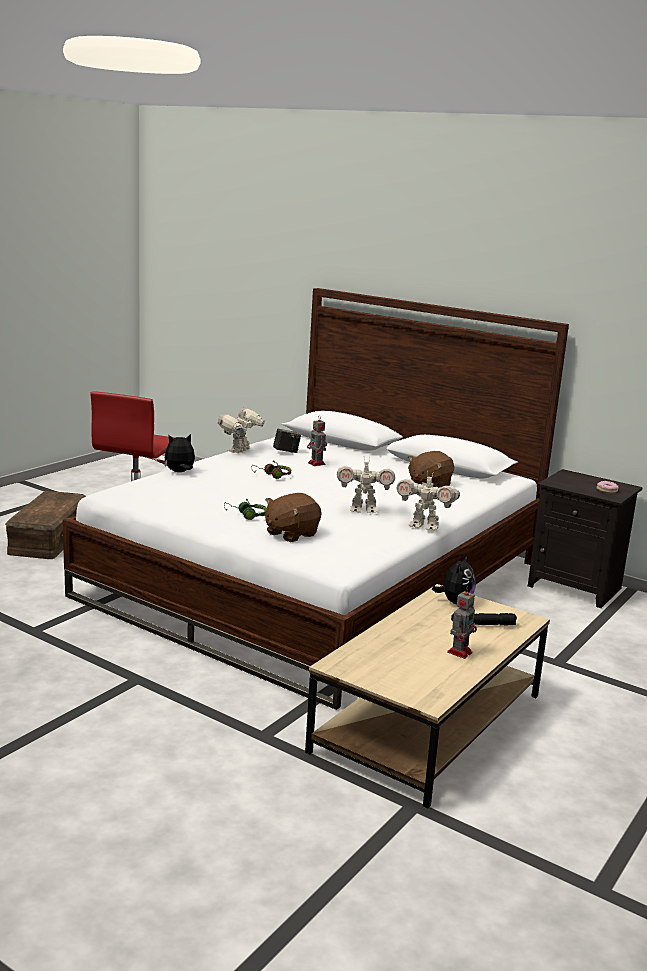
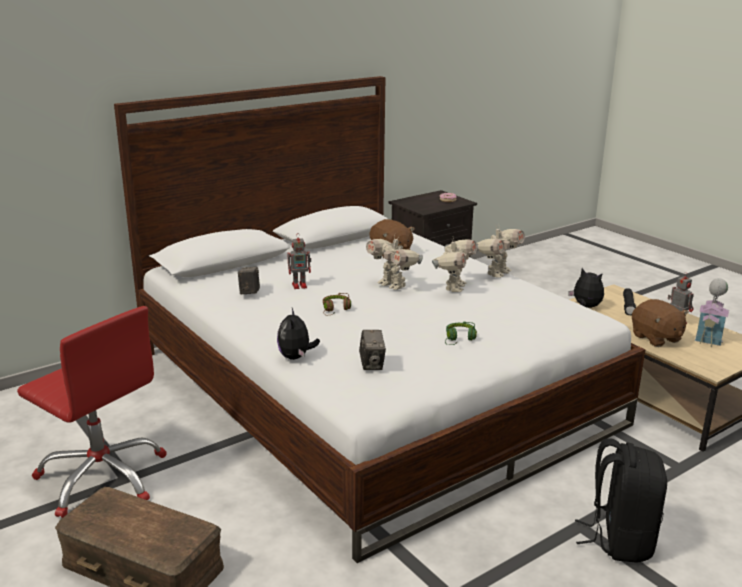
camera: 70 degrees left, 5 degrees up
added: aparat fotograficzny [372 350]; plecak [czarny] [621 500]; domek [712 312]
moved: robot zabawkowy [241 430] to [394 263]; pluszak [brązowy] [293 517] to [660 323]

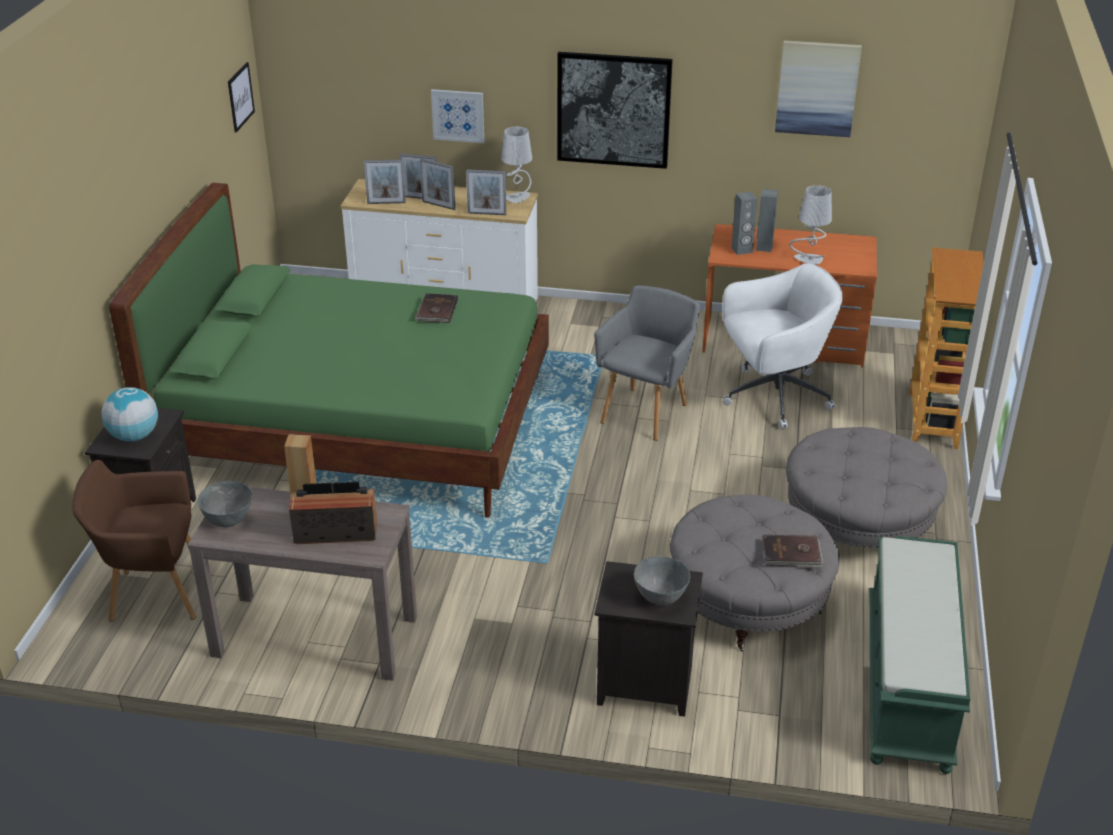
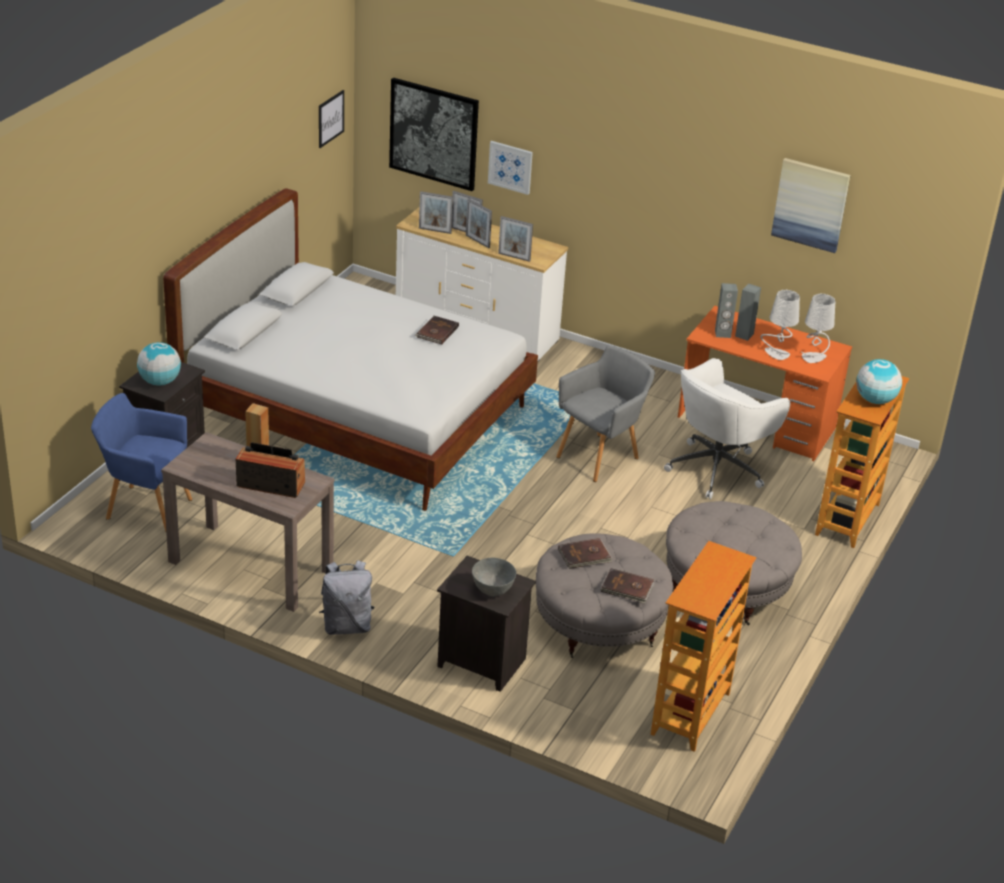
camera: 15 degrees right, 0 degrees up
removed: miska [szary] [225 504]
added: plecak [szary] [346 597]; książka [brązowy] [585 553]; globus [879 381]
moved: lampa stołowa [szary] [516 164] to [818 328]; obraz [615 110] to [434 134]
replaced: ławka [zielony] [919 655] to regał [704 646]
recoloured: fotel [brązowy] [134 540] to fotel [niebieski] [141 462]; łóżko [zielony] [329 350] to łóżko [biały] [350 349]
turned: krzesło biurowe [biały] [782 346] = [727 428] 135 degrees clockwise

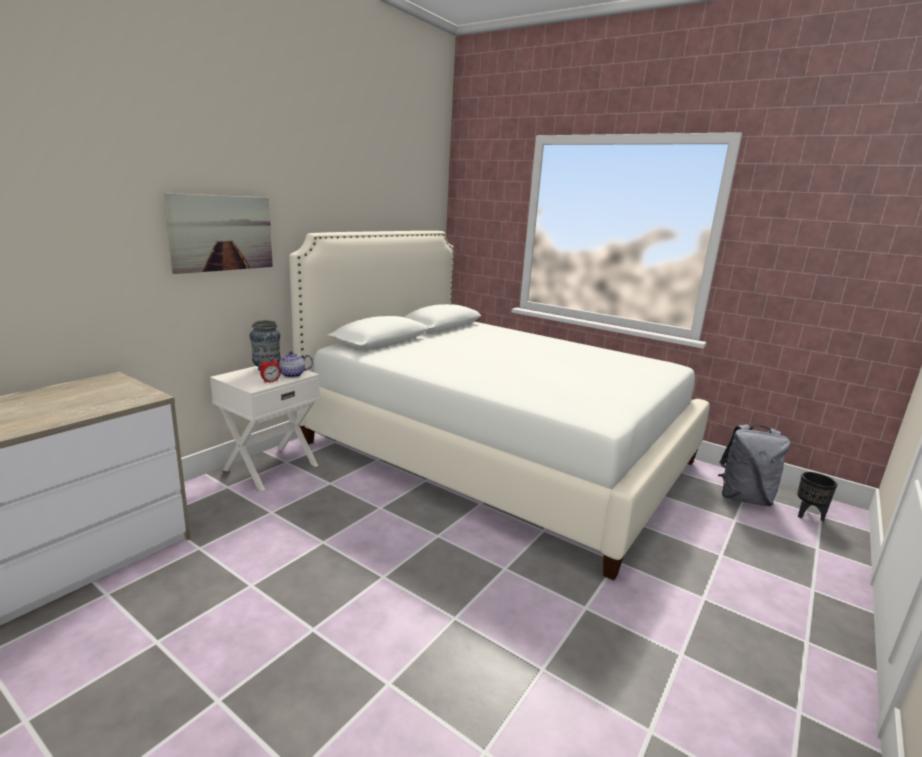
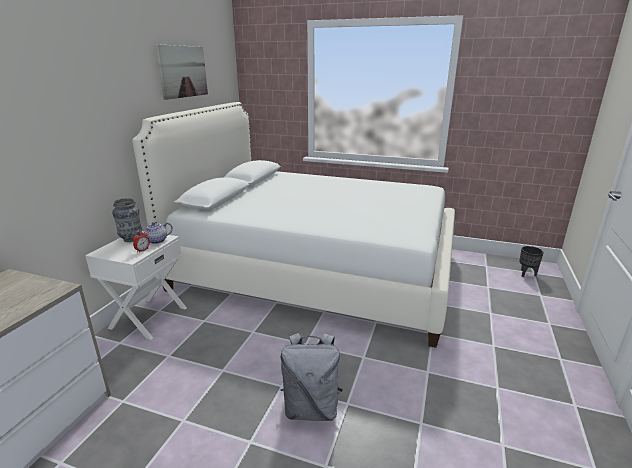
camera: 15 degrees left, 5 degrees up
moved: obraz [218 233] to [182 72]; plecak [szary] [754 465] to [312 377]

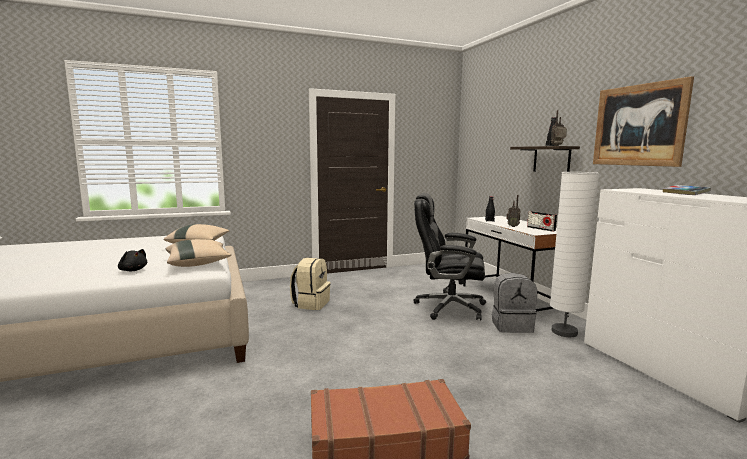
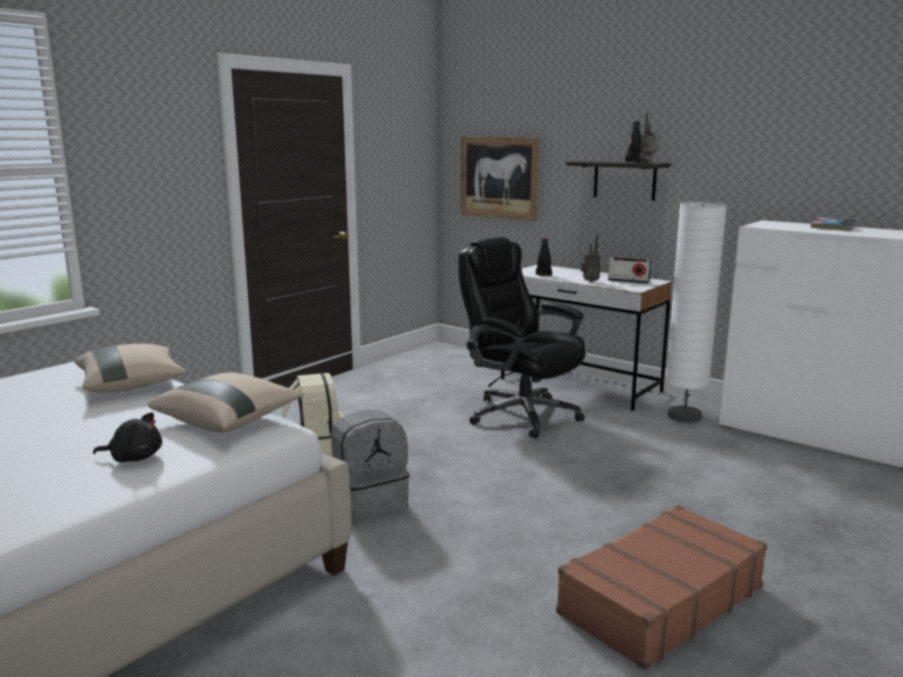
camera: 30 degrees left, 5 degrees up
moved: plecak [szary] [514 303] to [370 466]; obraz [643 121] to [500 178]
turned: krzesło biurowe [czarny] [450 256] = [522 338] 60 degrees clockwise

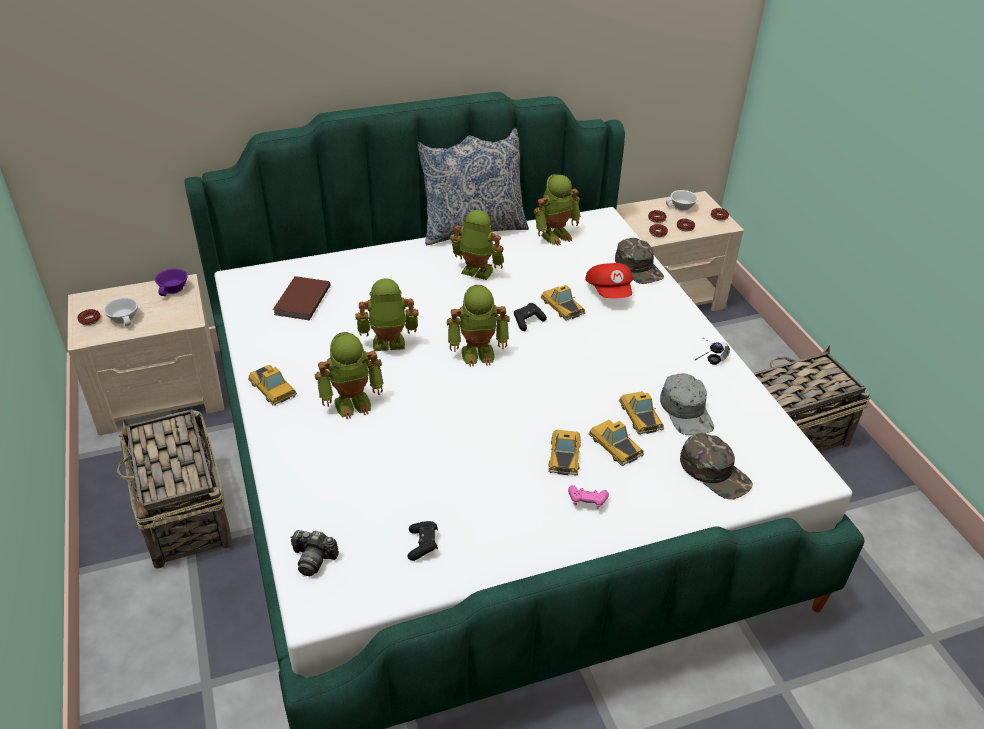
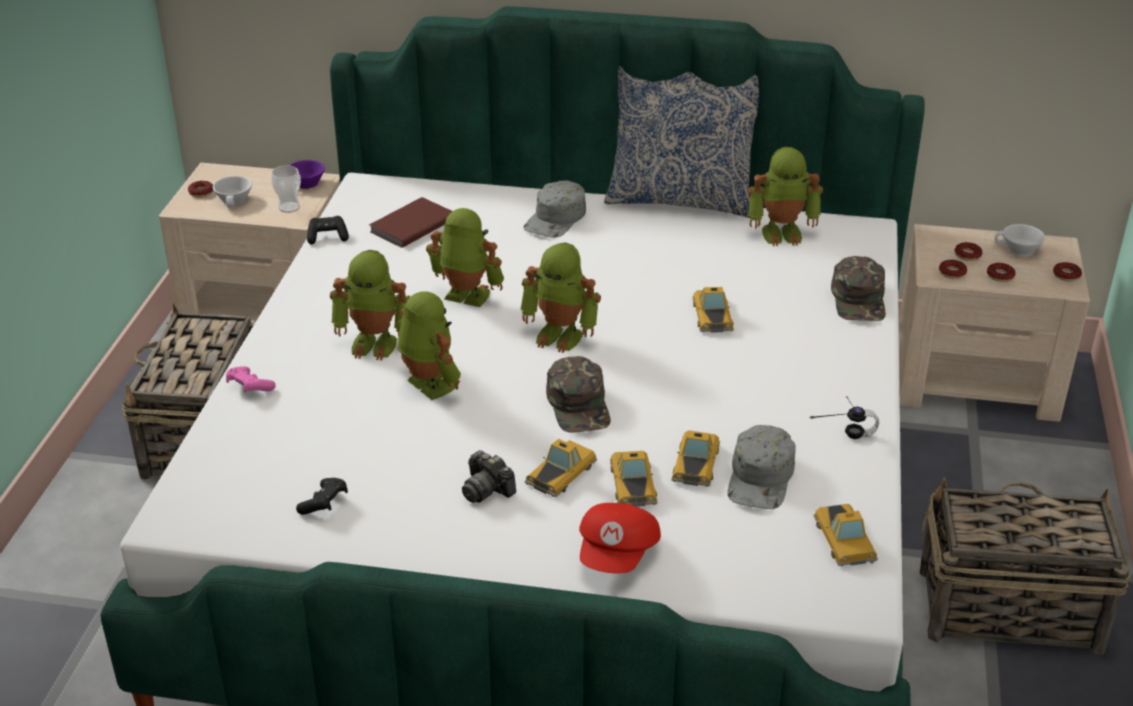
camera: 30 degrees right, 5 degrees down
added: filiżanka [286 189]; czapka z daszkiem [szary] [554 209]
moved: samochodzik [272 385] to [845 535]; aparat fotograficzny [314 553] to [489 476]; robot zabawkowy [477 245] to [429 345]; pad do gier [czarny] [530 317] to [328 230]; pad do gier [różowy] [588 497] to [251 379]; czapka z daszkiem [czerwony] [609 280] to [620 538]; czapka z daszkiem [zielony] [716 466] to [578 394]

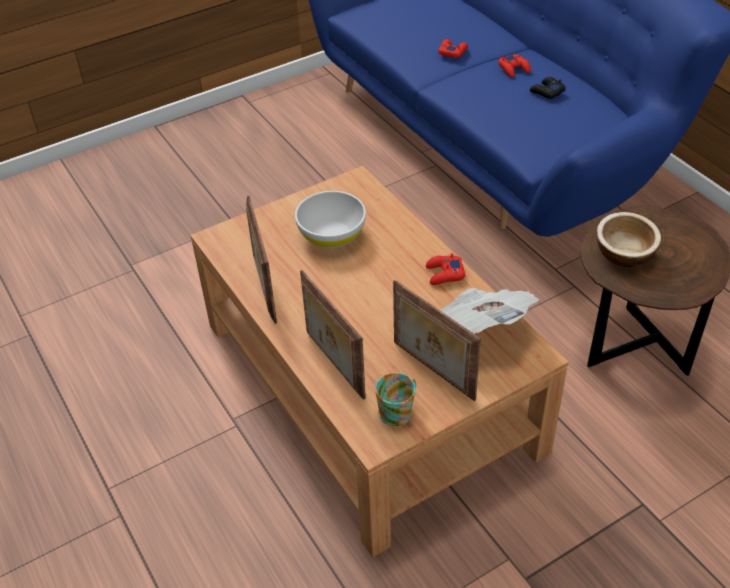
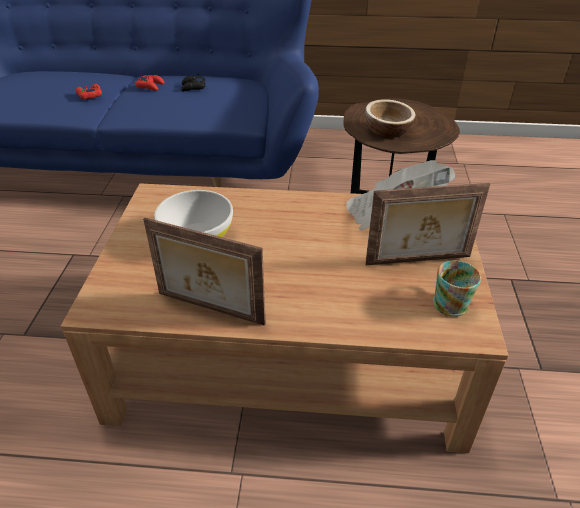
camera: 55 degrees left, 5 degrees down
removed: ramka na zdjęcie [333 335]; pad do gier [czerwony] [446 269]

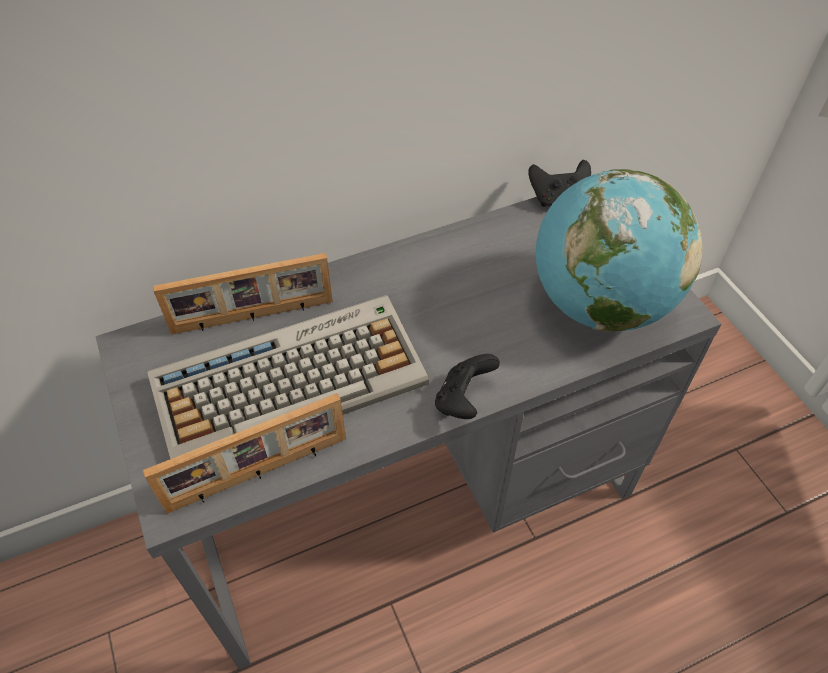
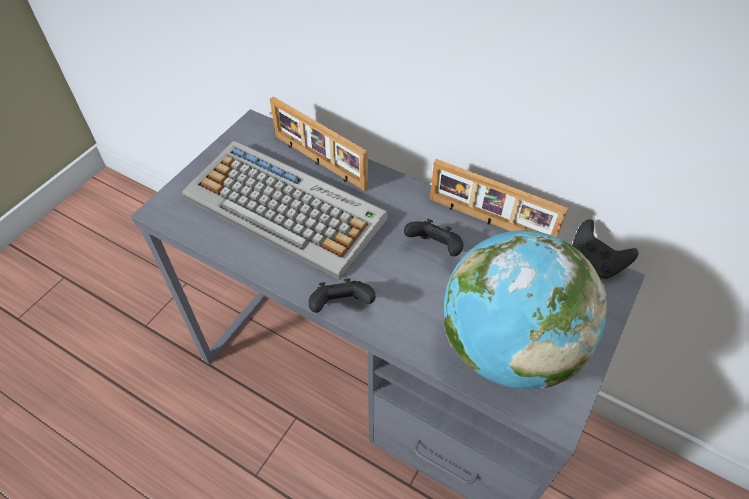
camera: 55 degrees right, 0 degrees up
added: pad do gier [czarny] [434 237]
moved: ramka na zdjęcie [244 453] to [499 198]

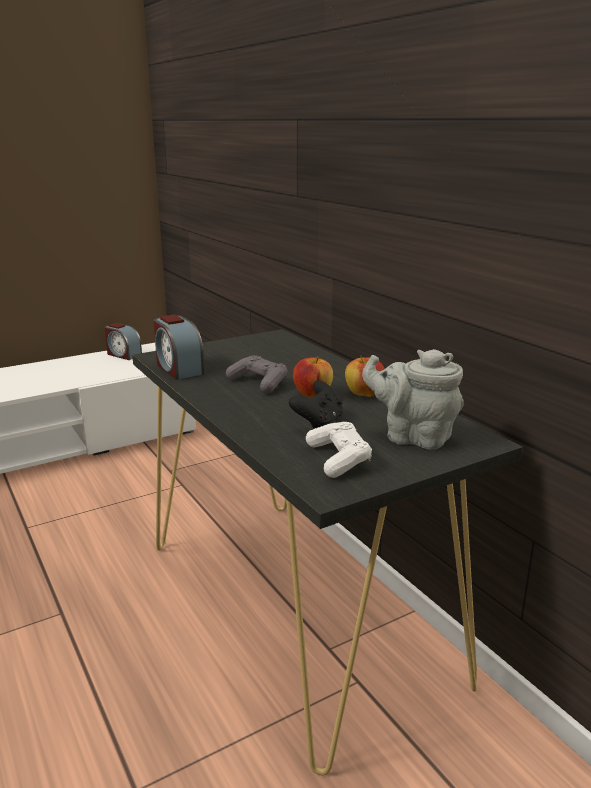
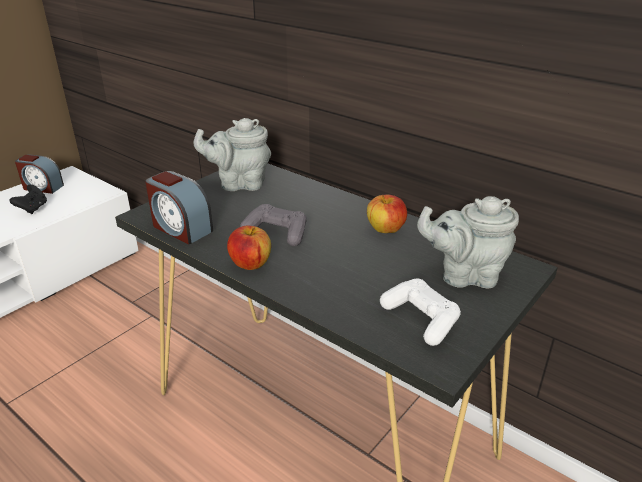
camera: 20 degrees left, 10 degrees up
added: imbryk [szary] [232 154]
moved: pad do gier [czarny] [316 404] to [28 199]; jabłko [313 377] to [249 248]

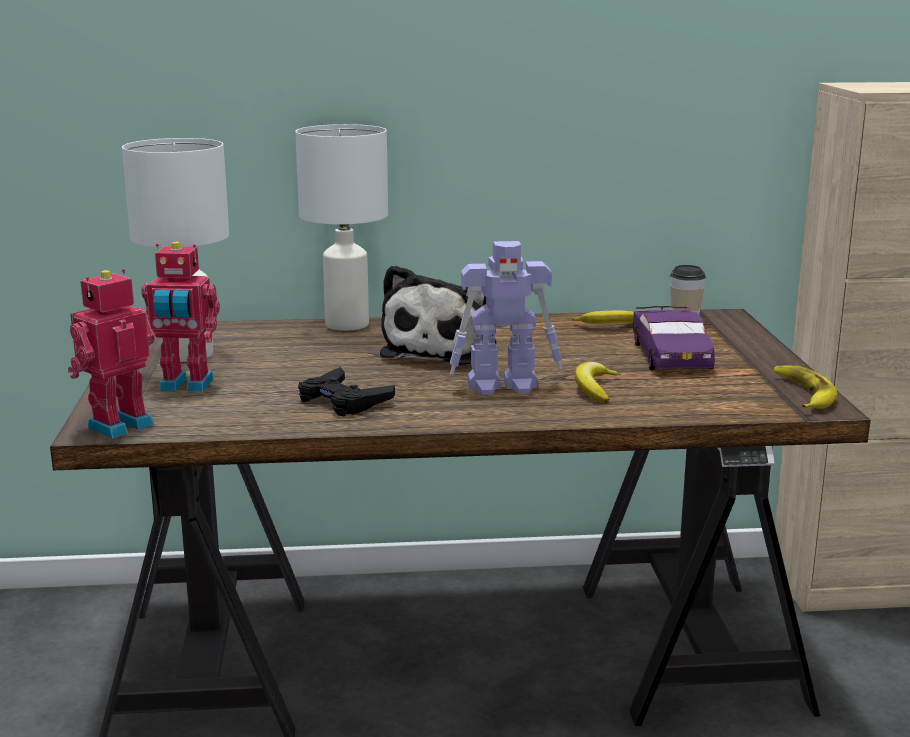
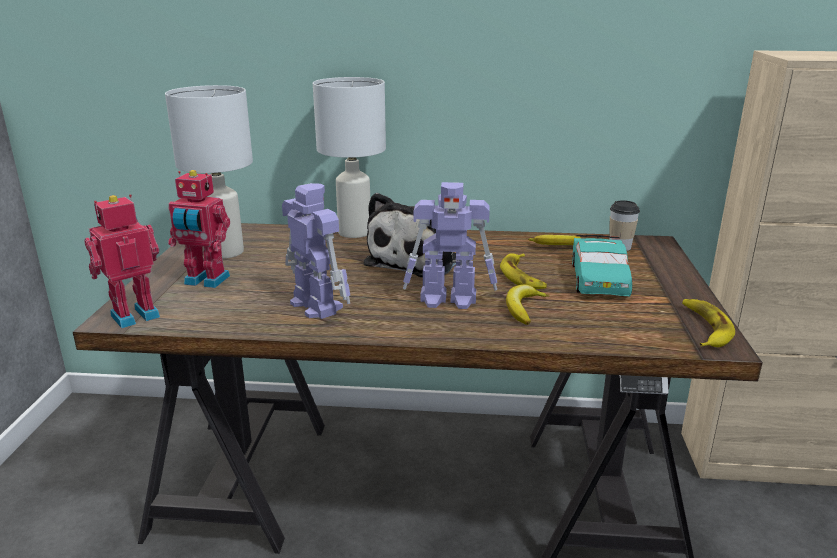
camera: 10 degrees right, 5 degrees up
added: banan [523 271]
replaced: pad do gier [czarny] [346 391] to robot zabawkowy [316 251]
recoloured: samochodzik [fioletowy] [674 338] to samochodzik [turkusowy] [602 265]

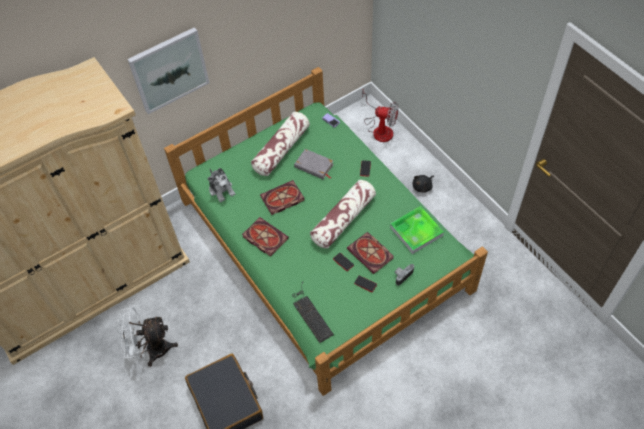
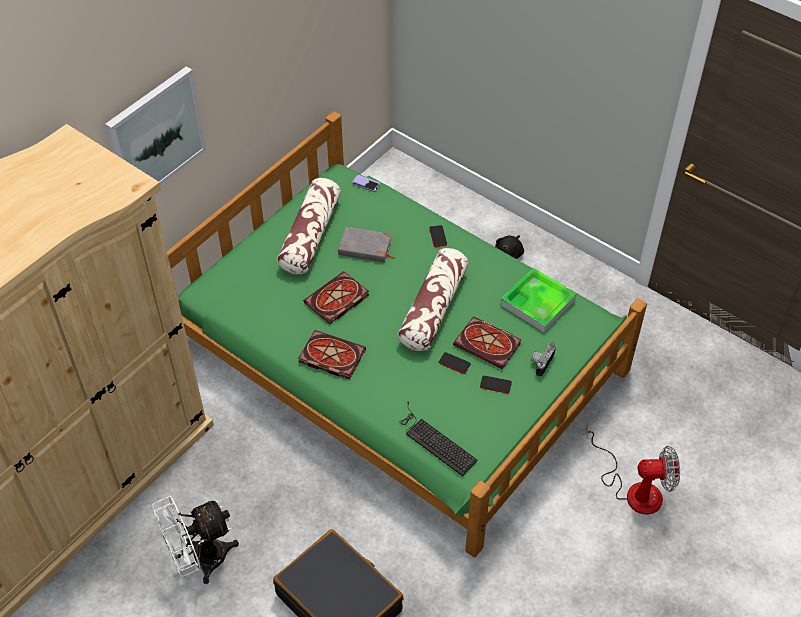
camera: 20 degrees left, 5 degrees down
removed: pluszak [221 185]
moved: wentylator [380 116] to [633 469]

